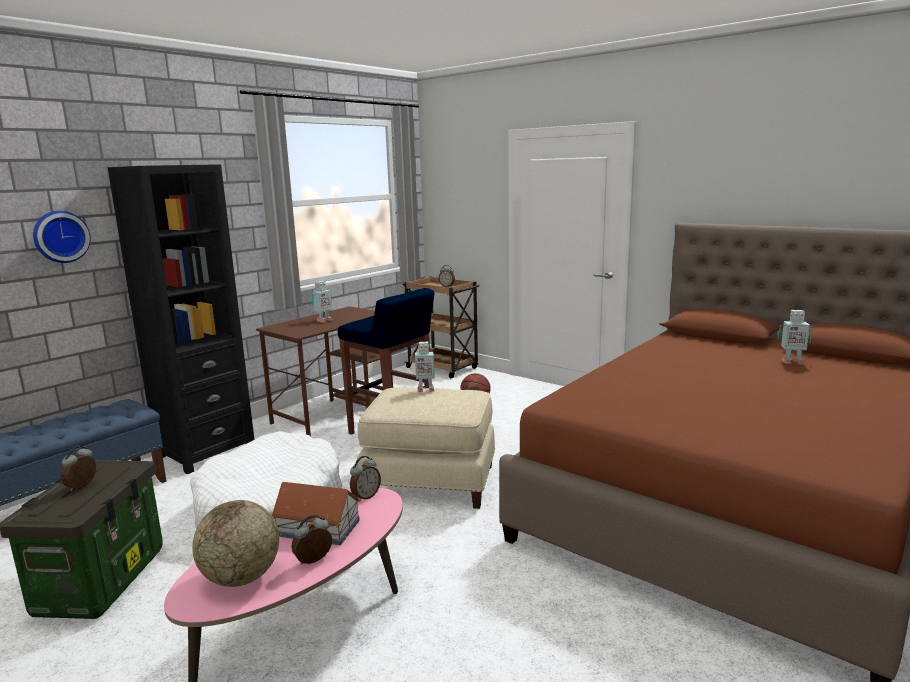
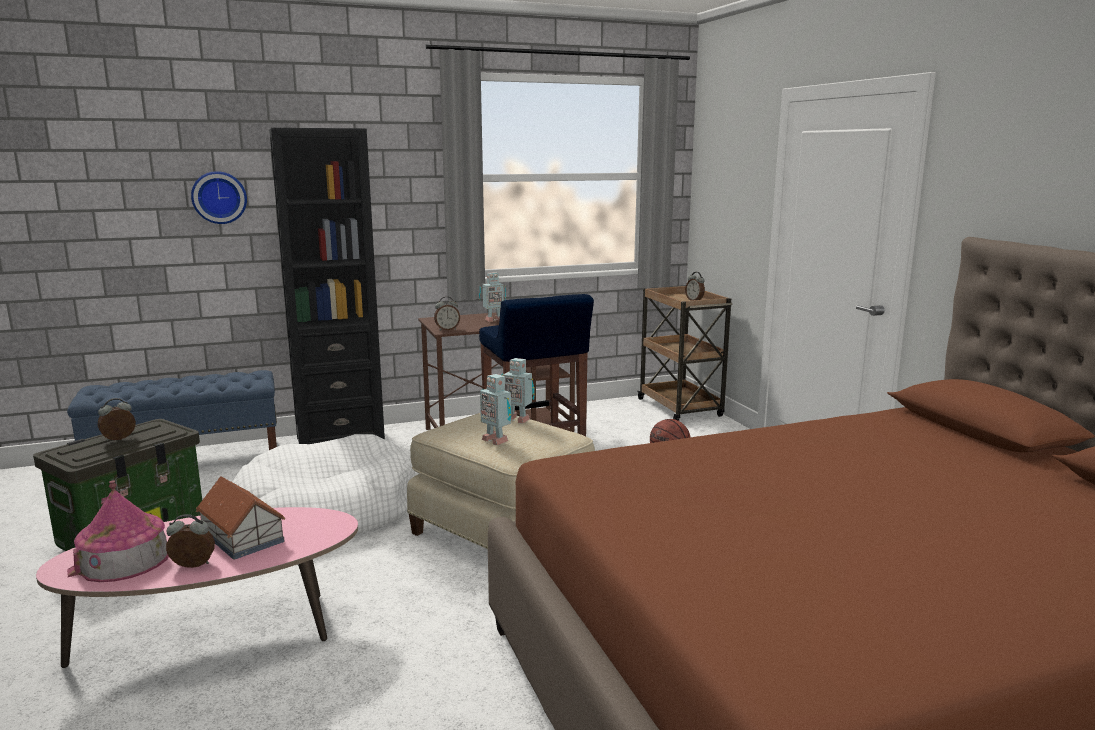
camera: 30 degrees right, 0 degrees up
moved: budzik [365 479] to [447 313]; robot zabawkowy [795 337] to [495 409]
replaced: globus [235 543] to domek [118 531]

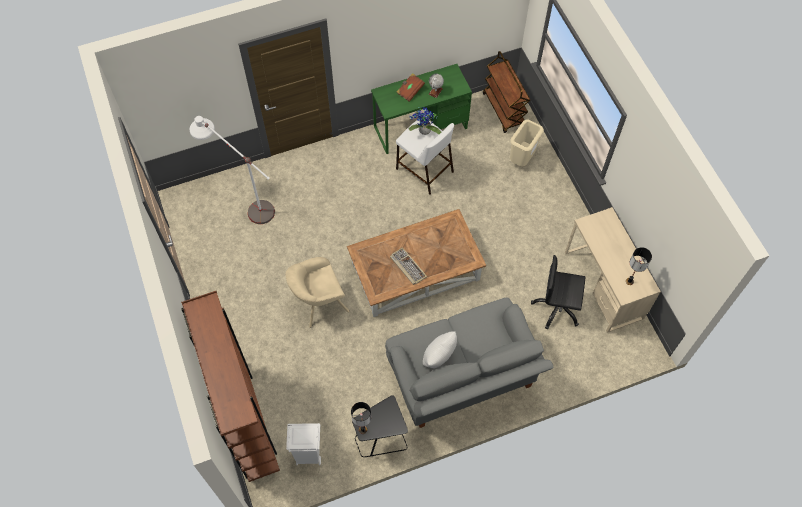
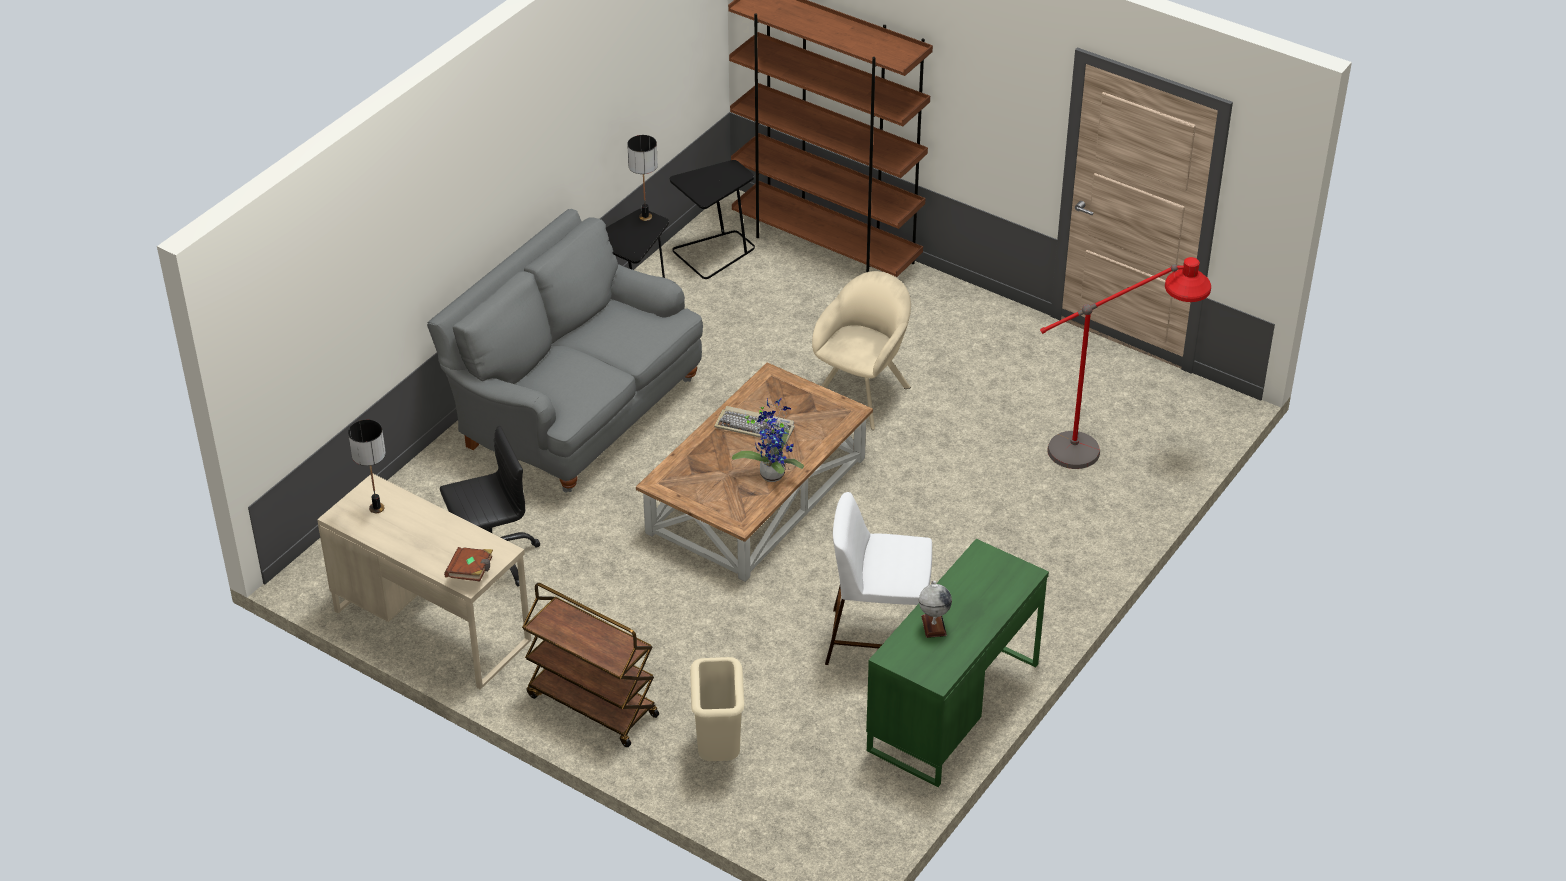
camera: 145 degrees right, 20 degrees down
removed: poduszka [biały] [440 349]
moved: książka [brązowy] [411 87] to [468 564]; roślina doniczkowa [425 121] to [768 440]; wózek [brązowy] [506 92] to [590 665]
replaced: kosz na śmieci [biały] [303 444] to stolik [czarny] [712 219]
recoloured: lampa stojąca [biały] [232 170] to lampa stojąca [czerwony] [1125 363]

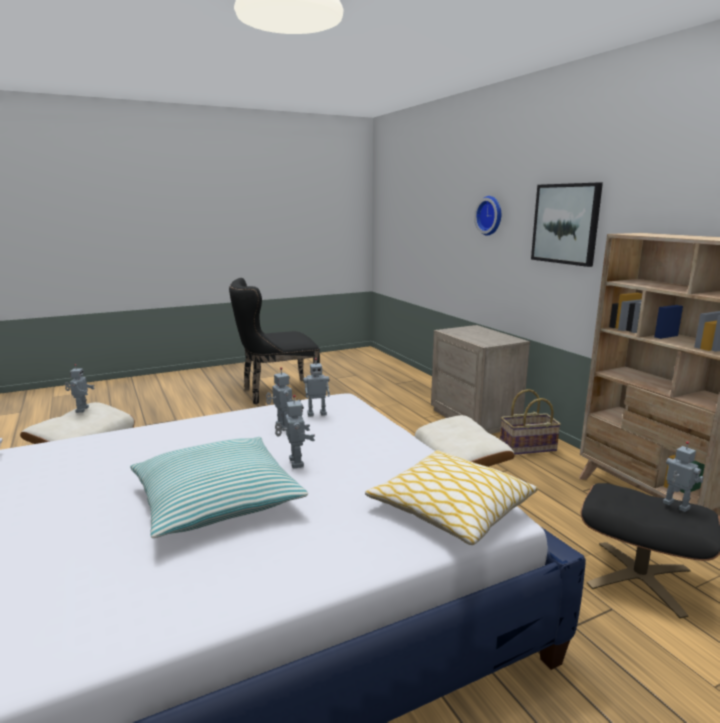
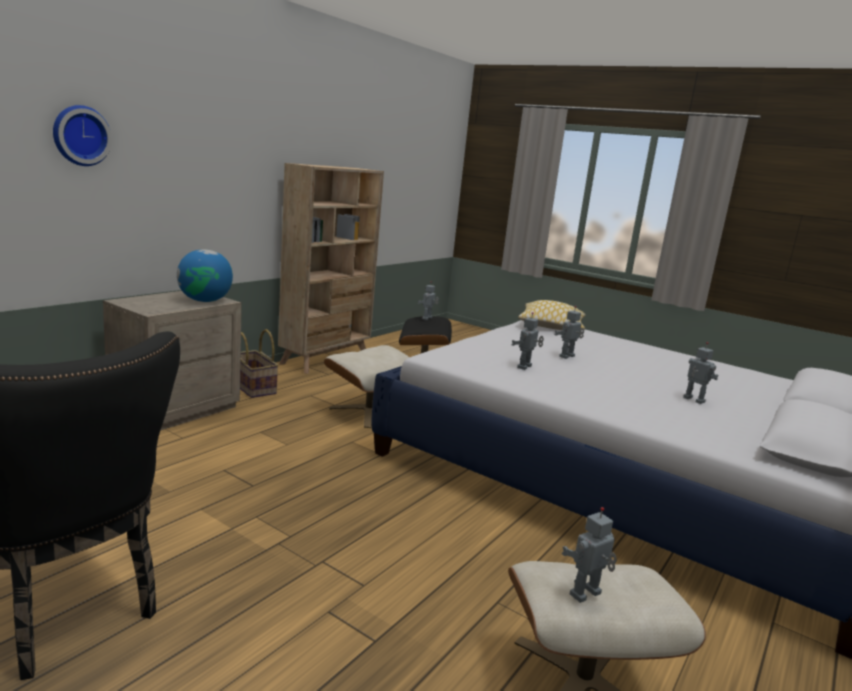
camera: 120 degrees left, 0 degrees up
removed: poduszka [219 487]; obraz [567 225]
added: globus [205 275]
moved: robot zabawkowy [316 387] to [701 373]

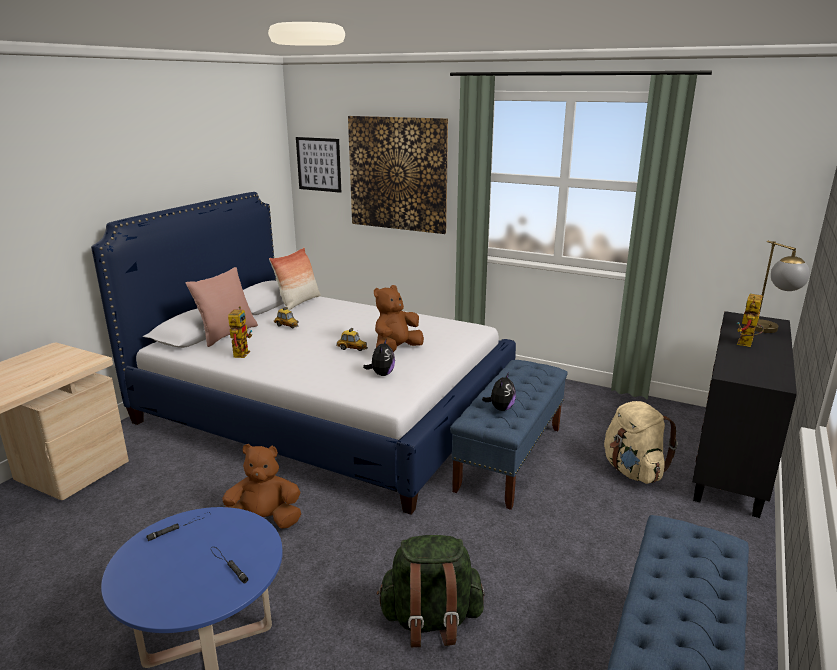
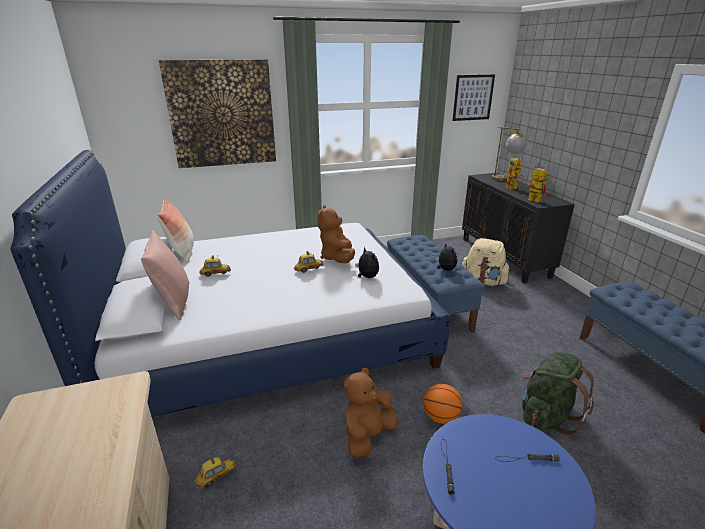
camera: 45 degrees left, 5 degrees up
added: samochodzik [215 471]; piłka do koszykówki [442 404]
moved: robot zabawkowy [240 332] to [535 184]; obraz [318 165] to [473 97]

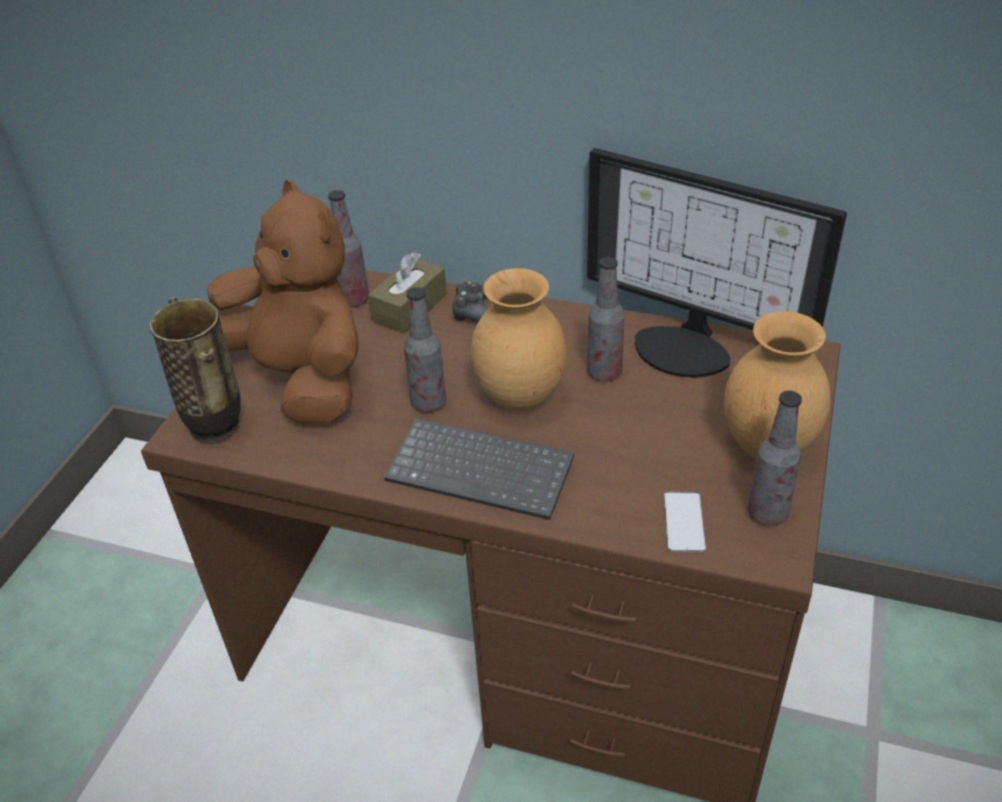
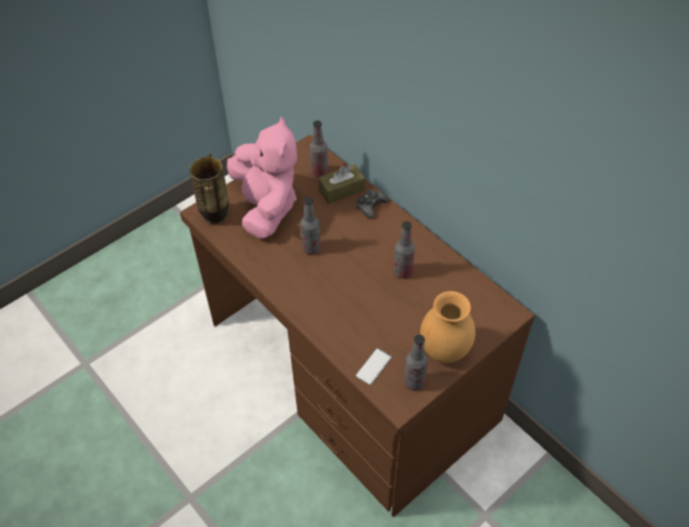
camera: 30 degrees right, 10 degrees up
removed: klawiatura [479 469]; wazon [brązowy] [518 339]; monitor [717 263]
recoloured: pluszak [brązowy] [283 302] to pluszak [różowy] [262 178]

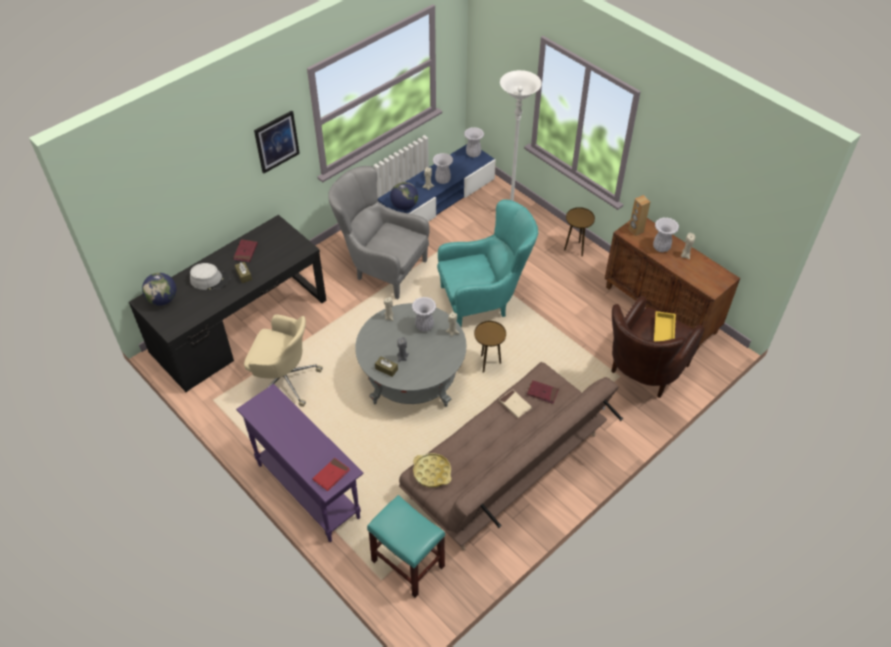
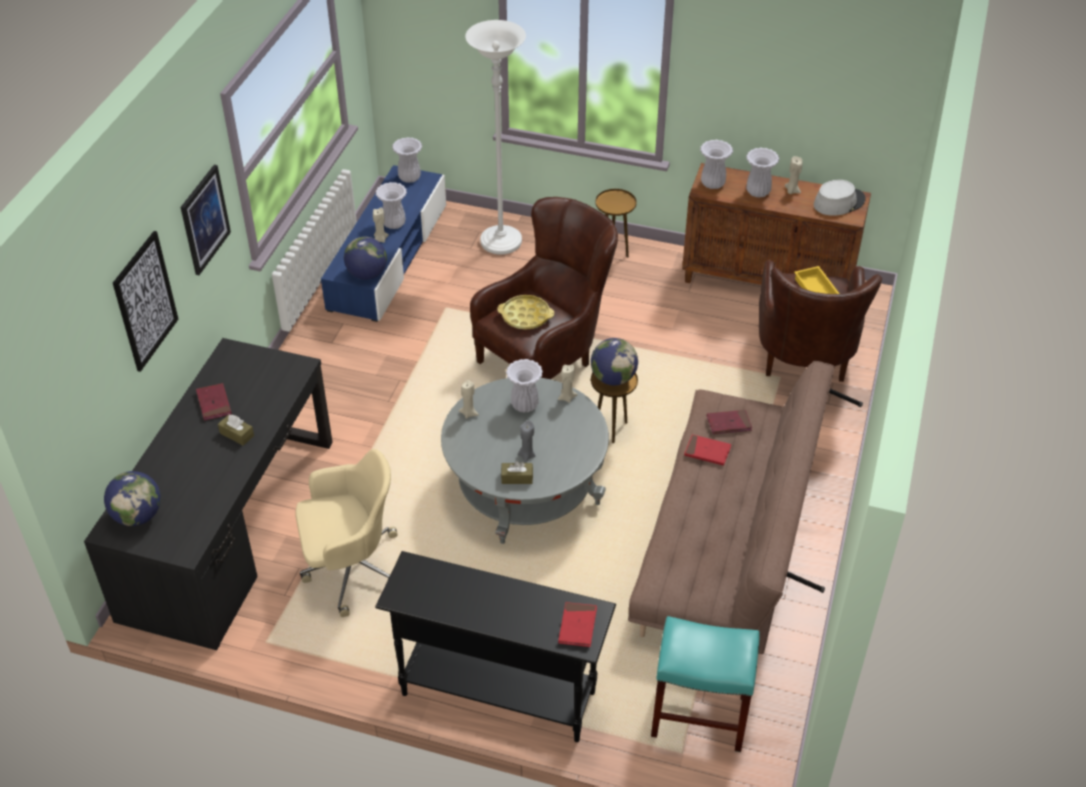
camera: 30 degrees left, 5 degrees down
removed: fotel [szary] [378 232]
added: obraz [145 301]; globus [614 362]
moved: kapelusz [szary] [210 276] to [839 198]; taca [żółty] [432 470] to [525 312]
replaced: głośnik [brązowy] [639 215] to wazon [biały] [716 164]
recoloured: stolik konsolowy [fioletowy] [300 463] to stolik konsolowy [czarny] [495 646]; fotel [turkusowy] [487 263] to fotel [brązowy] [544 288]; książka [beżowy] [515 404] to książka [czerwony] [707 450]

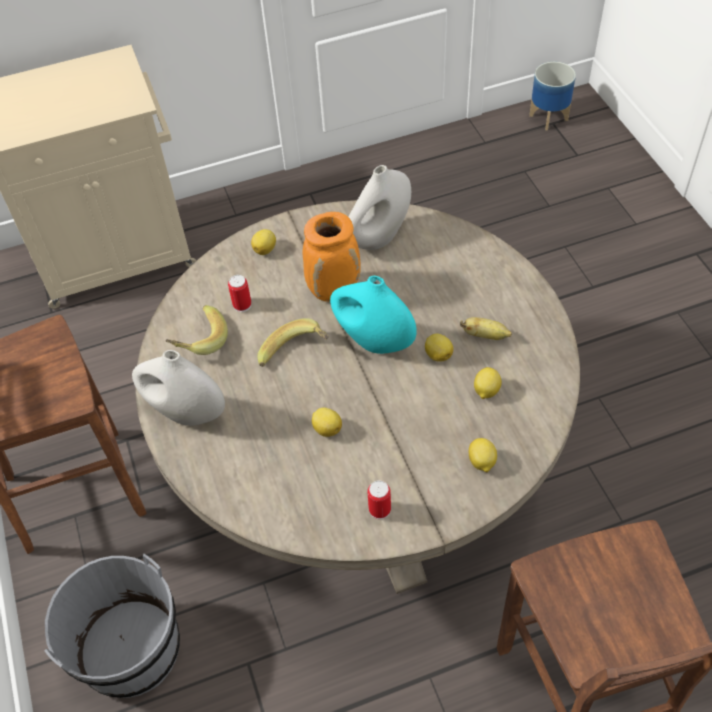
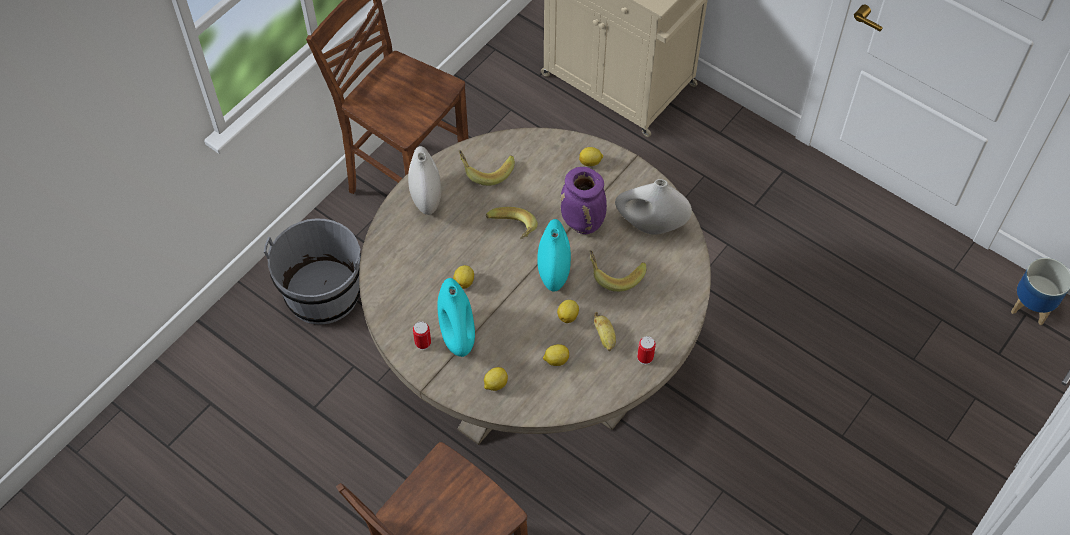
camera: 55 degrees right, 5 degrees up
added: wazon [turkusowy] [456 317]; banan [617 271]
moved: puszka [240 293] to [646 350]
recoloured: wazon [pomarańczowy] [332 256] to wazon [fioletowy] [583 200]

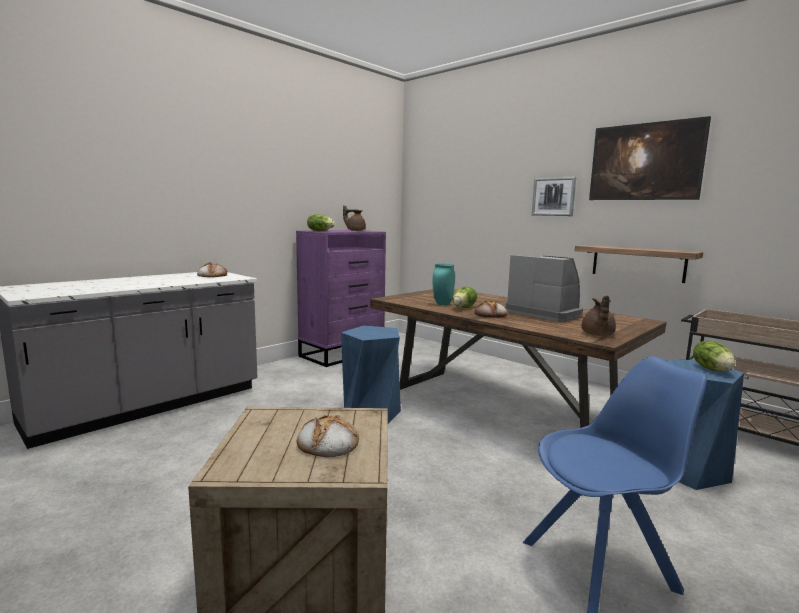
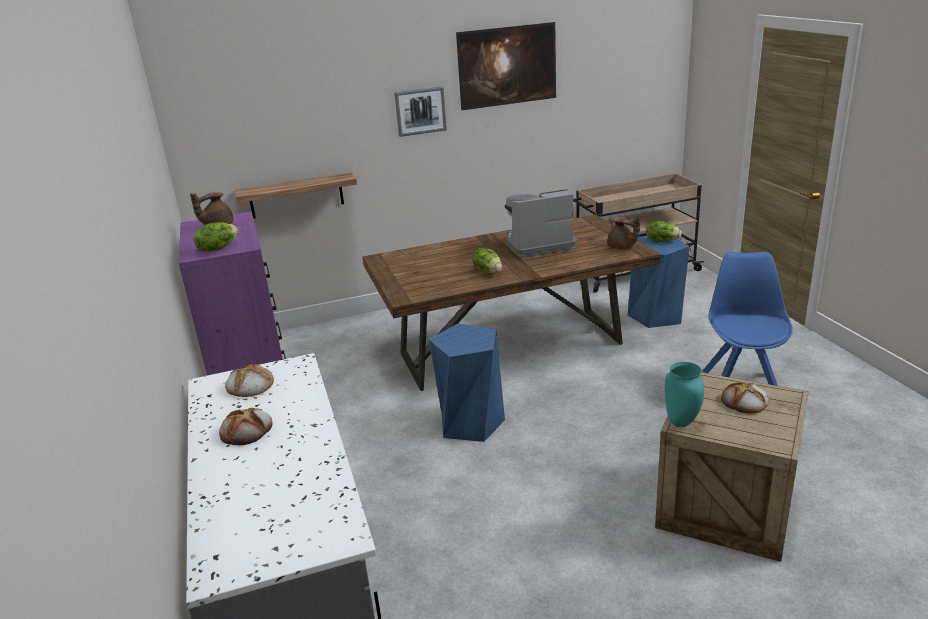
camera: 60 degrees left, 15 degrees up
moved: wazon [turkusowy] [444 285] to [684 394]; chleb [490 308] to [246 426]; półka [639 264] to [296 195]

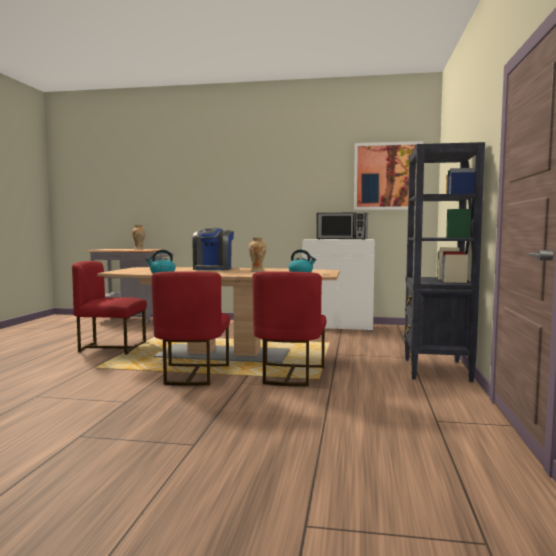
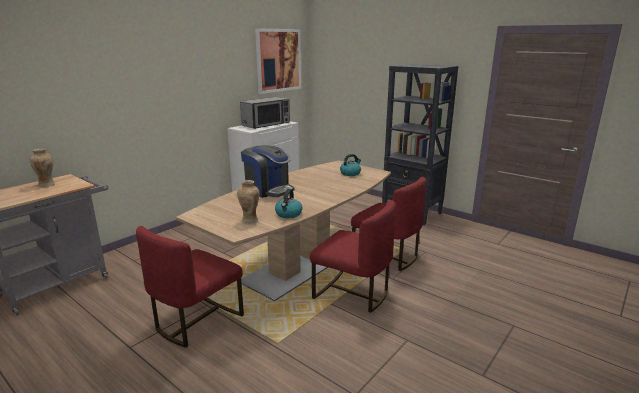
camera: 60 degrees left, 15 degrees up
moved: wazon [257 254] to [248 201]

